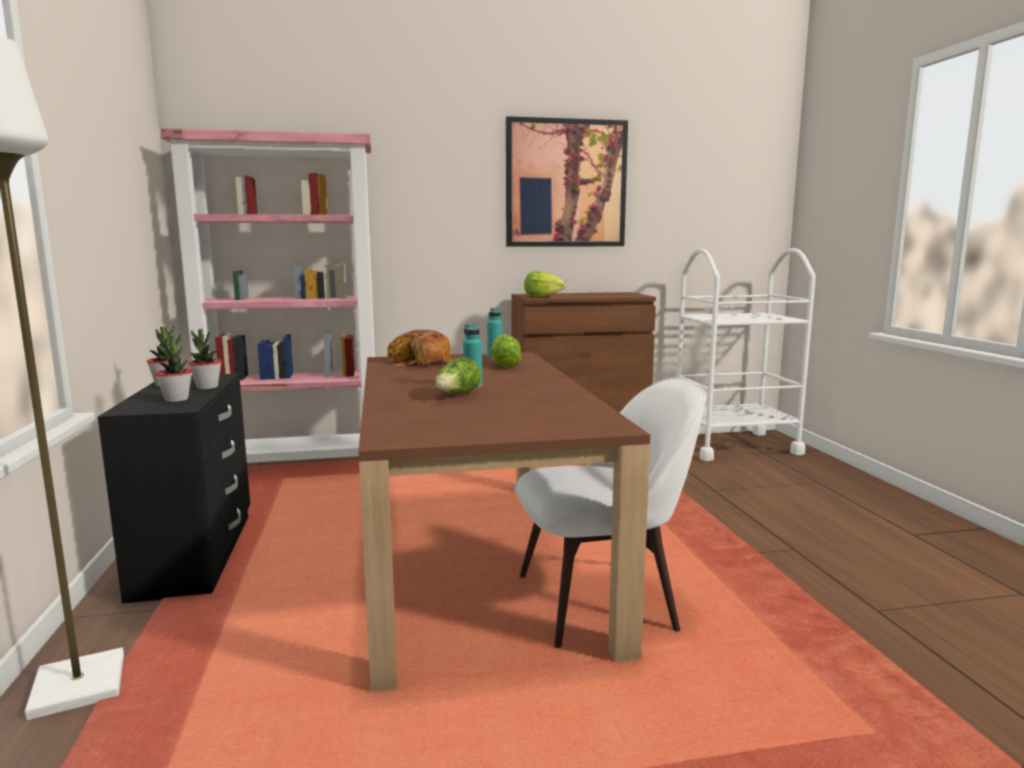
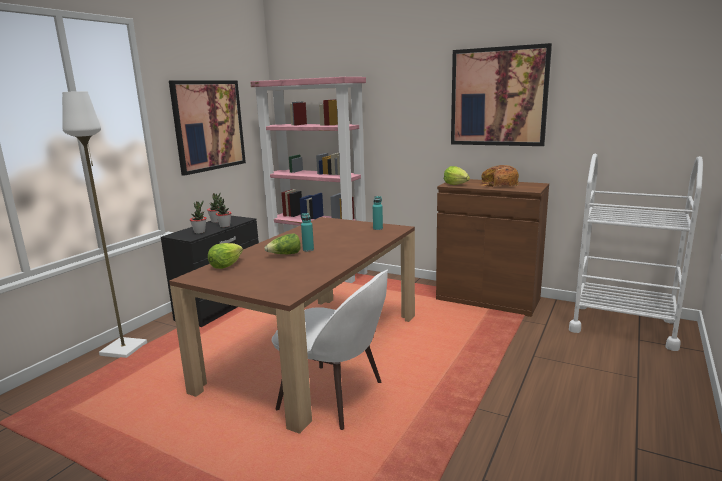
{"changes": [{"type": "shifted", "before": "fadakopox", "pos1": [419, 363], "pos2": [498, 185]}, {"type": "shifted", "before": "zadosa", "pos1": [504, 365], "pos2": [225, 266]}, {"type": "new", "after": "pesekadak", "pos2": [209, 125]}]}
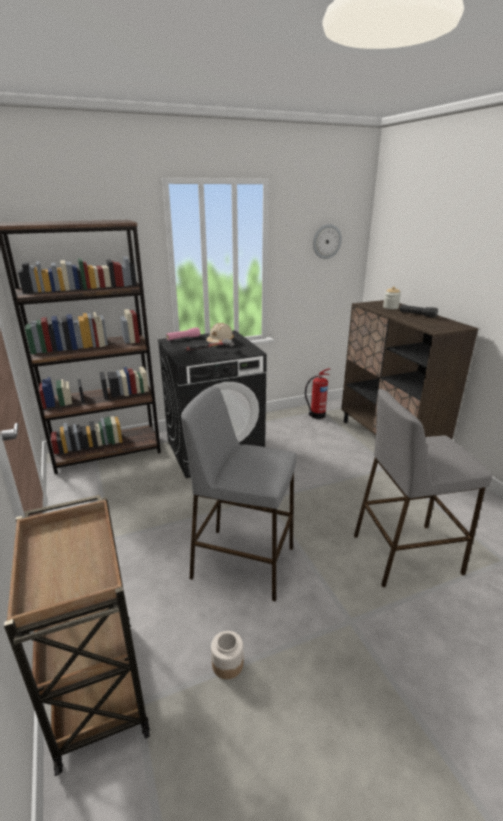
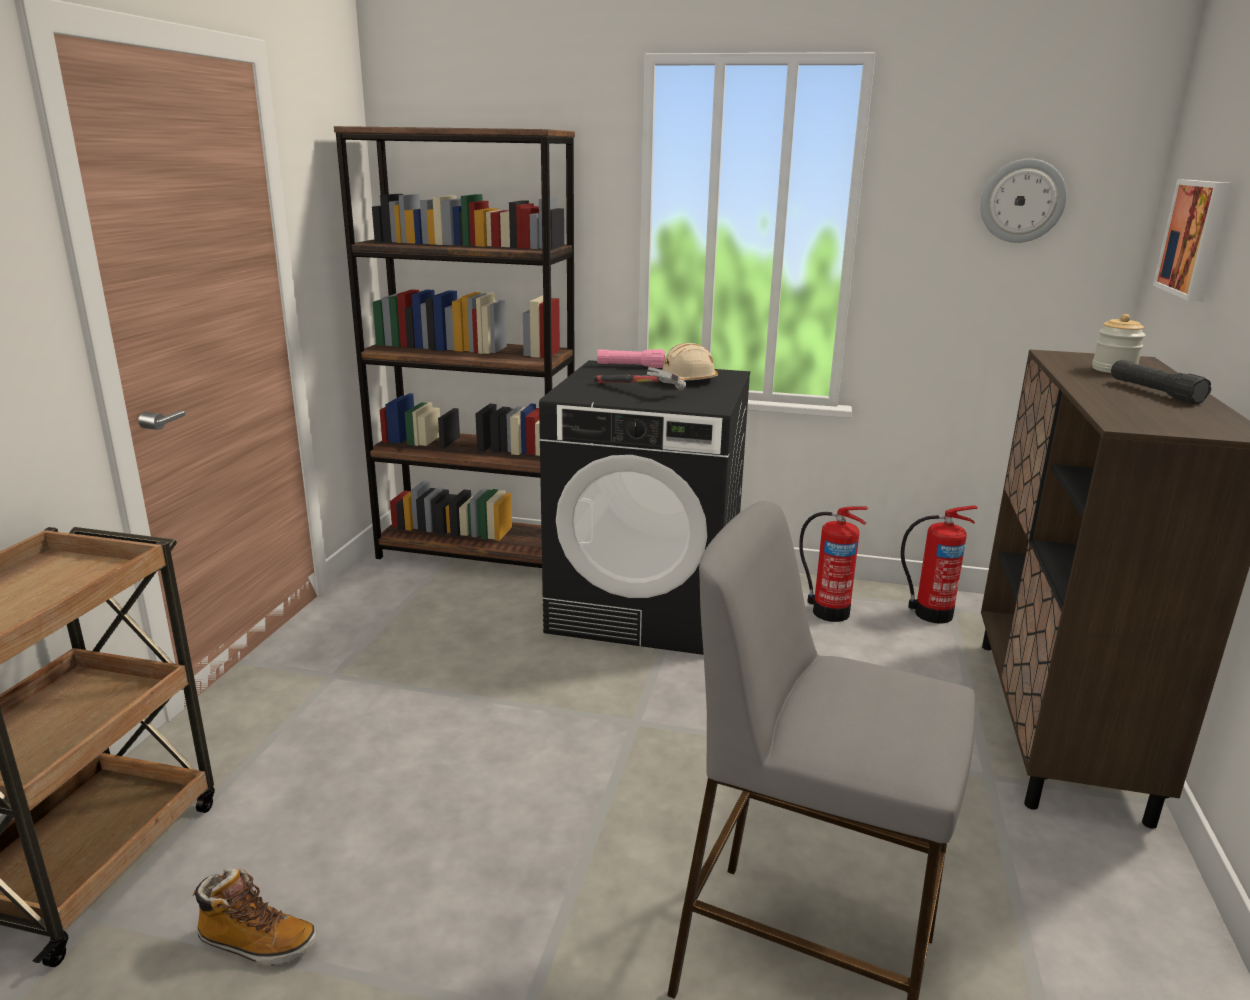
{"changes": [{"type": "gone", "before": "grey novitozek", "pos1": [242, 562]}, {"type": "swapped", "before": "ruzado", "after": "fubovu", "pos1": [227, 664], "pos2": [257, 943]}, {"type": "new", "after": "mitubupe", "pos2": [828, 611]}, {"type": "new", "after": "pesekadak", "pos2": [1197, 238]}]}
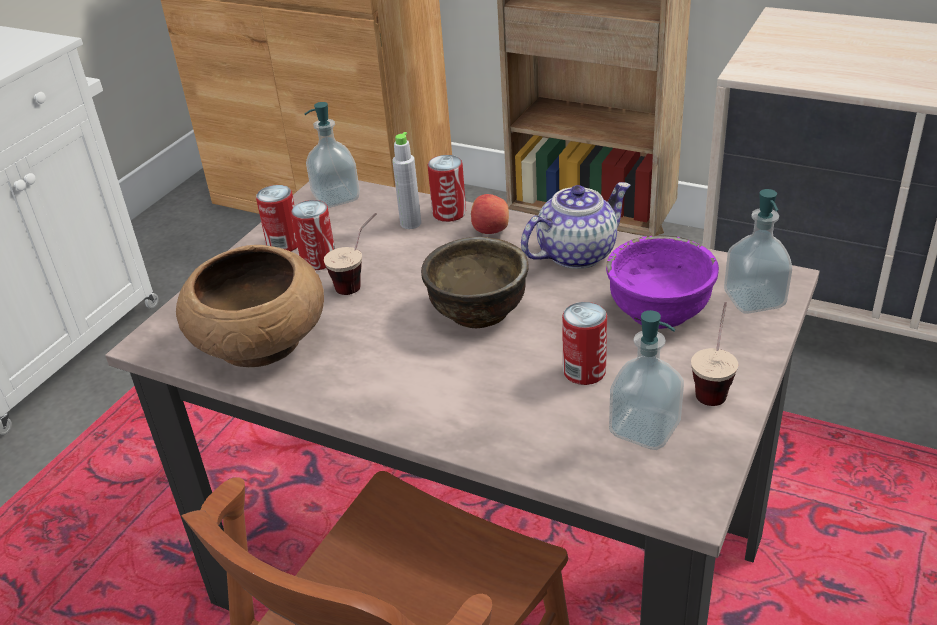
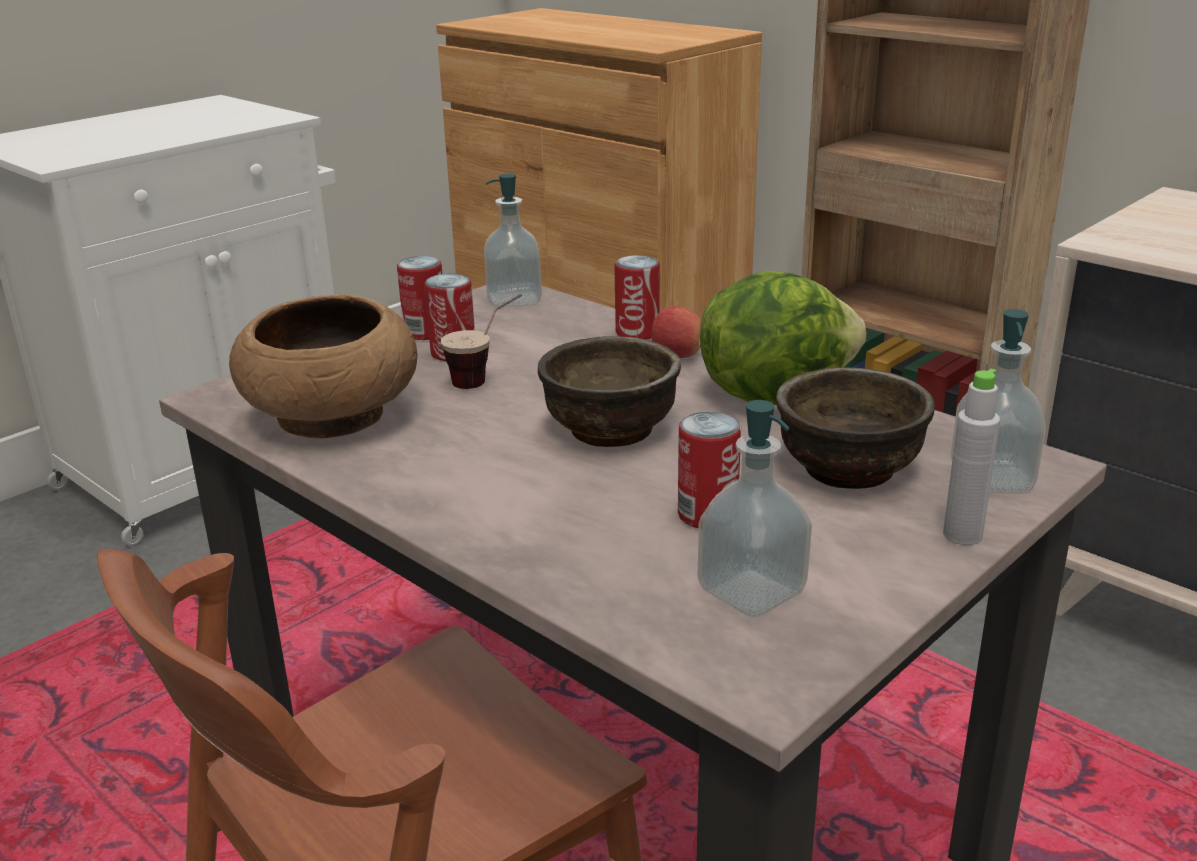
{"changes": [{"type": "shifted", "before": "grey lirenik", "pos1": [410, 223], "pos2": [962, 535]}, {"type": "swapped", "before": "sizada", "after": "zadosa", "pos1": [576, 253], "pos2": [773, 394]}, {"type": "repainted", "before": "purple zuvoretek", "after": "brown zuvoretek", "pos1": [659, 310], "pos2": [850, 469]}, {"type": "gone", "before": "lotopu", "pos1": [713, 385]}]}
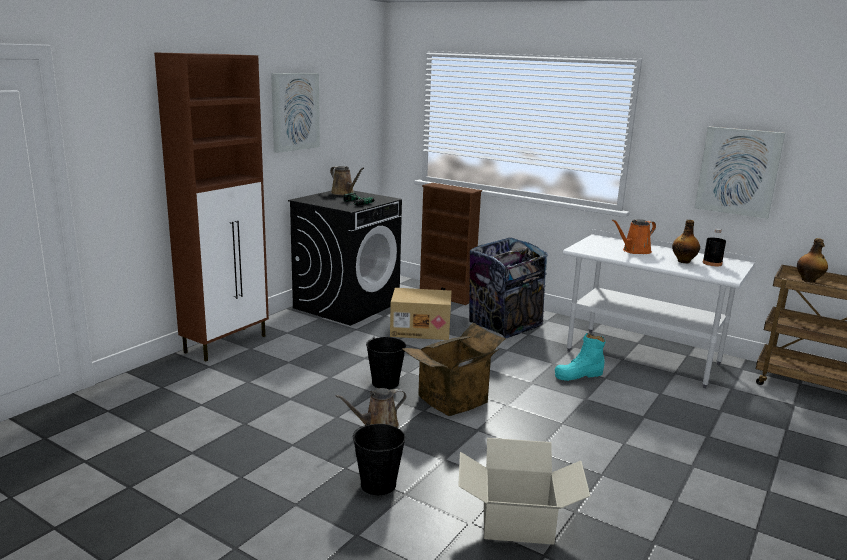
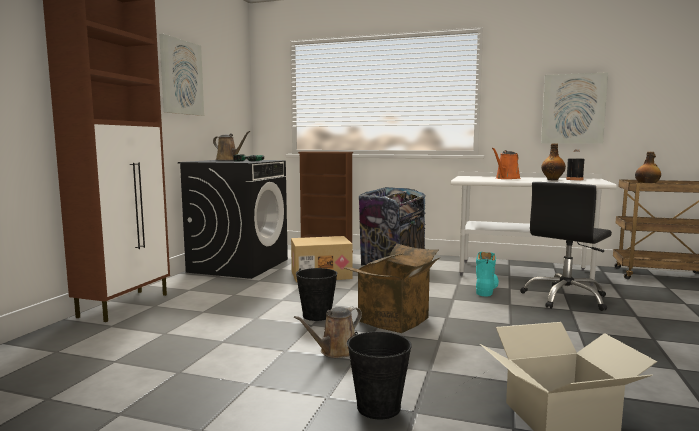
{"changes": [{"type": "rotated", "before": "turquoise fubovu", "pos1": [579, 375], "pos2": [486, 289], "turn": 150}, {"type": "new", "after": "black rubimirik", "pos2": [565, 298]}]}
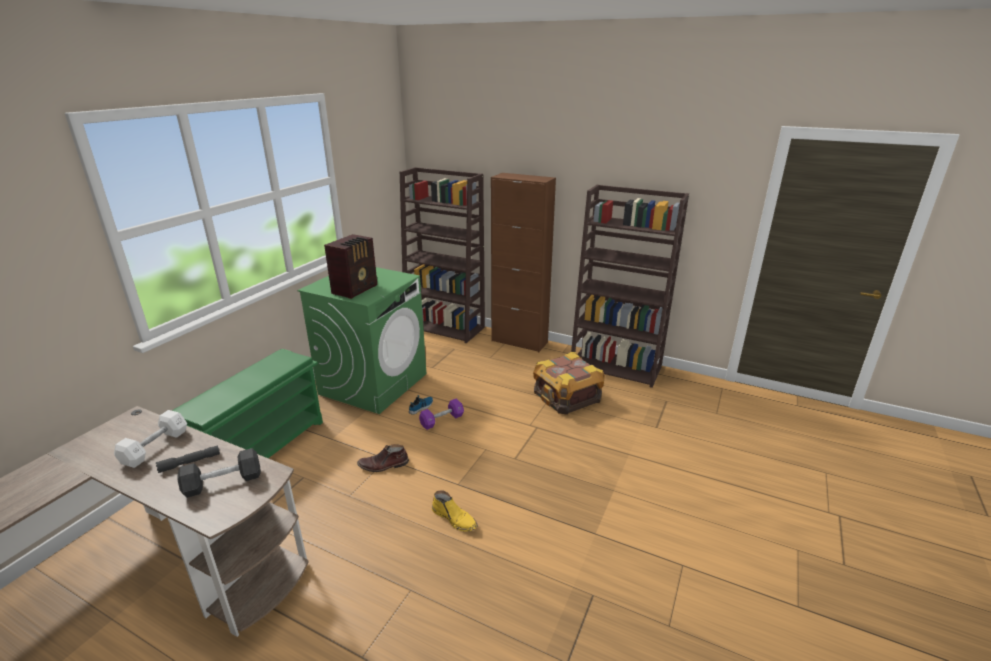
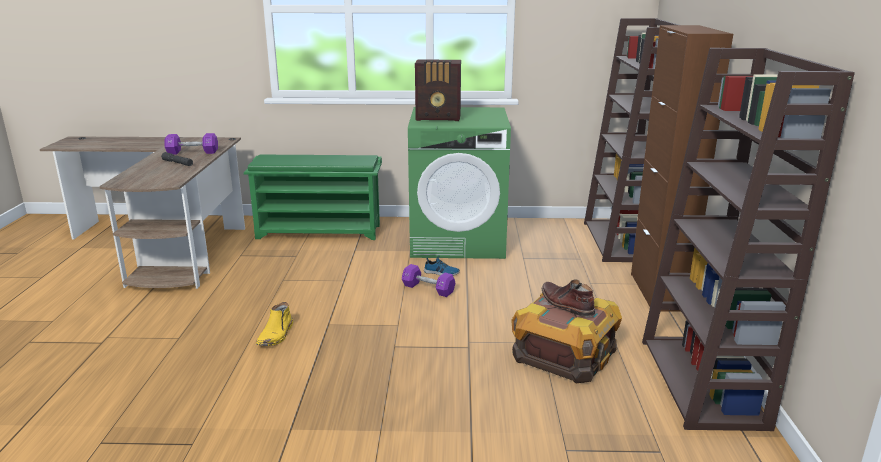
{"changes": [{"type": "repainted", "before": "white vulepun", "after": "purple vulepun", "pos1": [155, 447], "pos2": [192, 152]}, {"type": "gone", "before": "black vulepun", "pos1": [223, 482]}, {"type": "shifted", "before": "brown fubovu", "pos1": [383, 465], "pos2": [566, 304]}]}
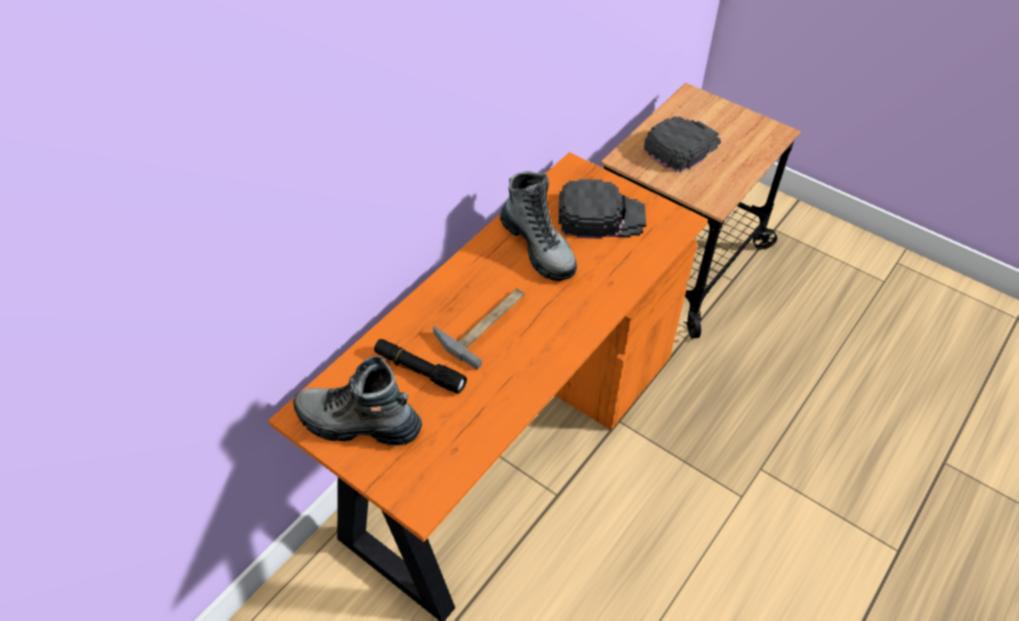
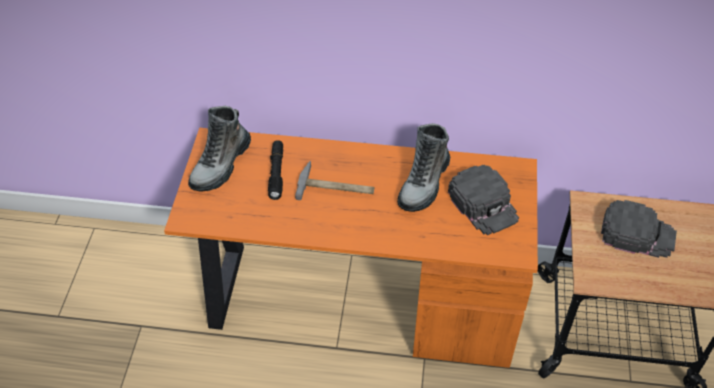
{"changes": [{"type": "rotated", "before": "fubovu", "pos1": [358, 423], "pos2": [221, 165], "turn": -135}]}
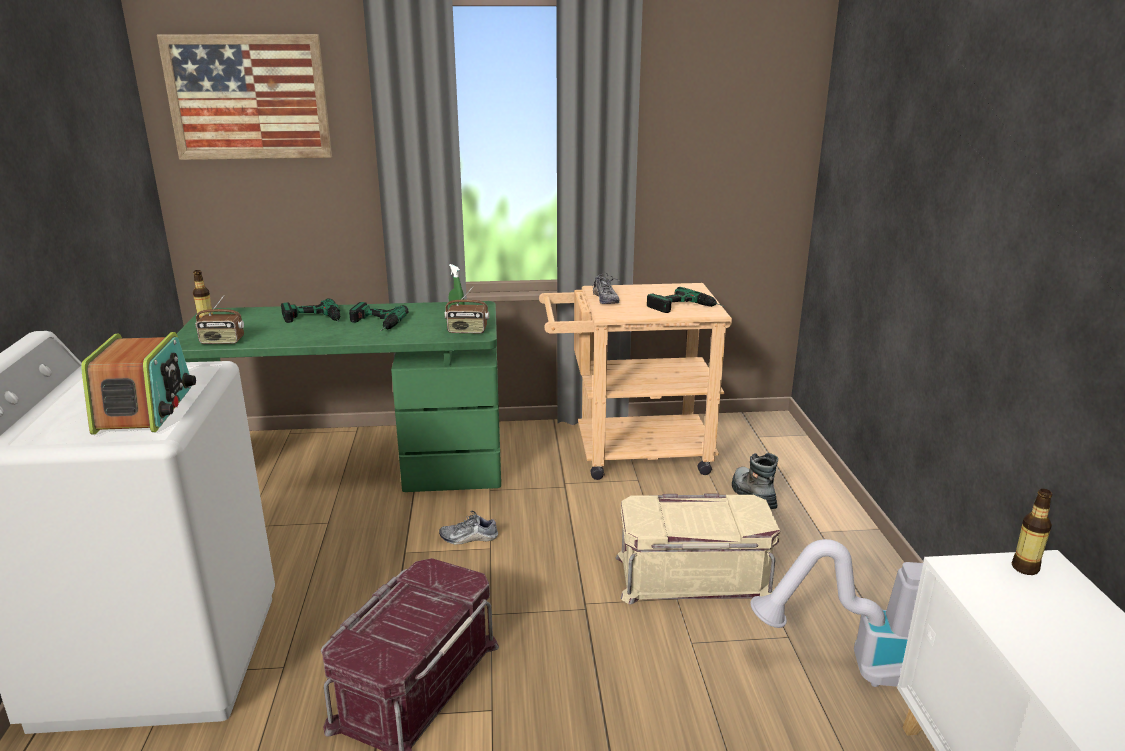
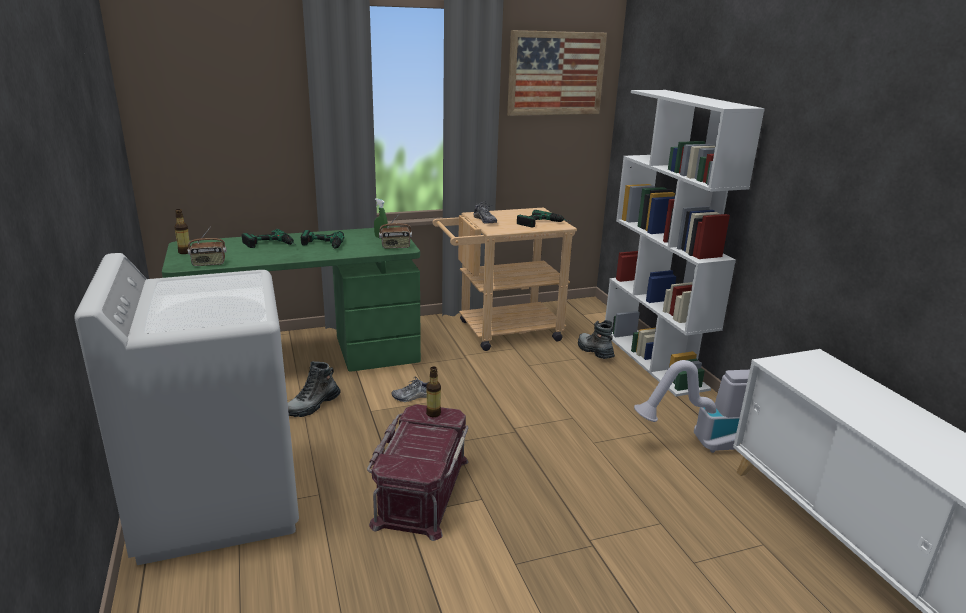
{"changes": [{"type": "gone", "before": "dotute", "pos1": [146, 409]}, {"type": "shifted", "before": "pesekadak", "pos1": [248, 97], "pos2": [556, 73]}, {"type": "gone", "before": "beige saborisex", "pos1": [693, 575]}, {"type": "shifted", "before": "lirenik", "pos1": [1025, 568], "pos2": [433, 413]}, {"type": "new", "after": "fubovu", "pos2": [312, 405]}, {"type": "new", "after": "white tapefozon", "pos2": [654, 360]}]}
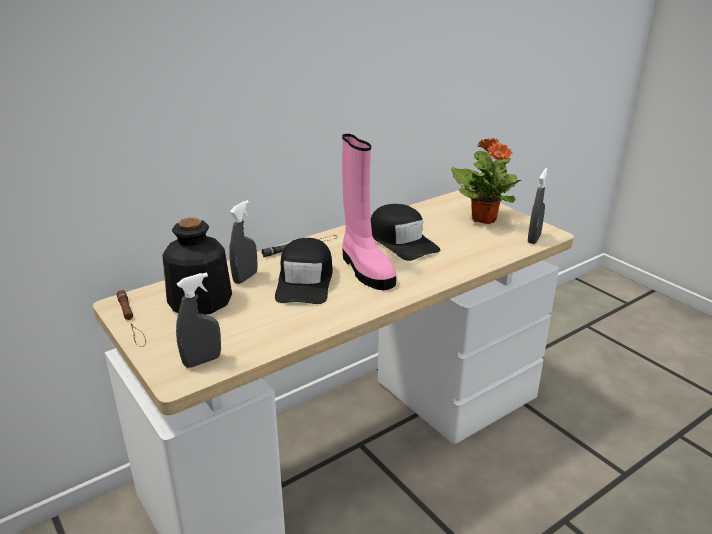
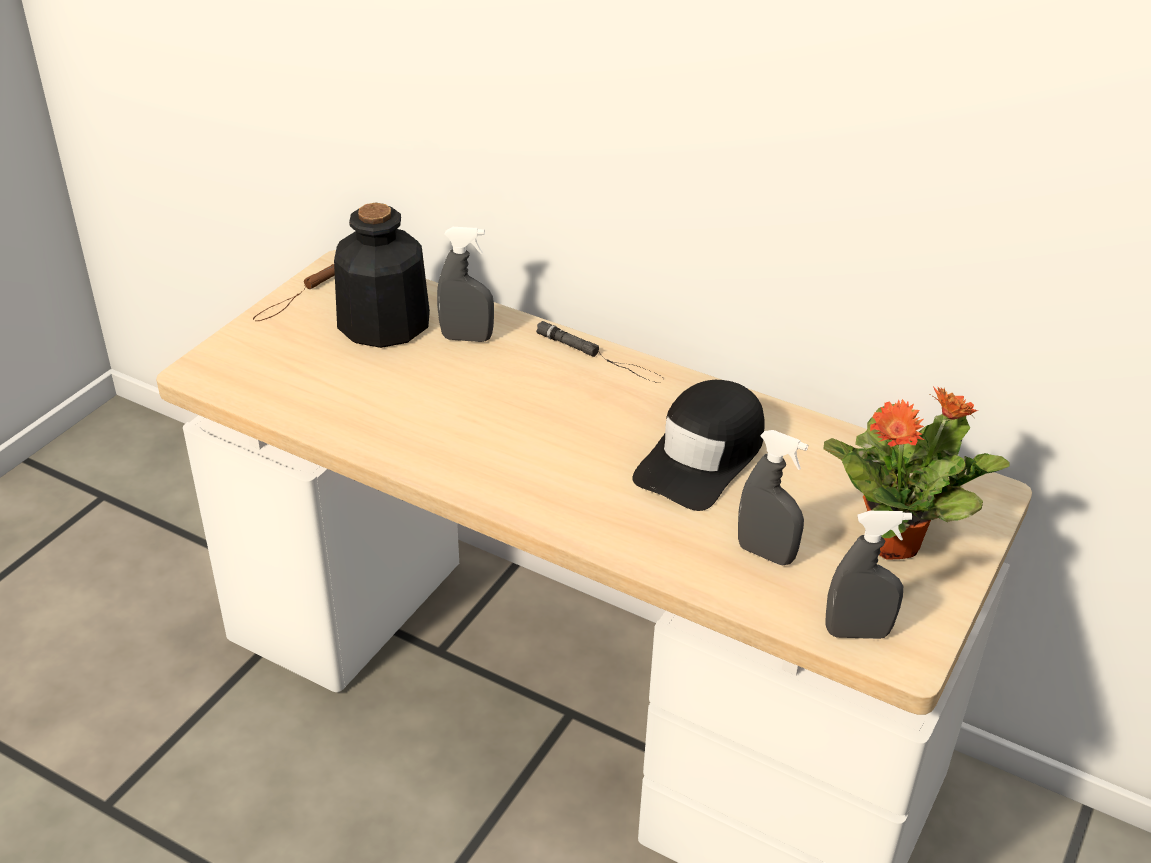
{"changes": [{"type": "shifted", "before": "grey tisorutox", "pos1": [202, 361], "pos2": [765, 553]}, {"type": "gone", "before": "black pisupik", "pos1": [305, 281]}, {"type": "gone", "before": "pink fubovu", "pos1": [365, 269]}]}
